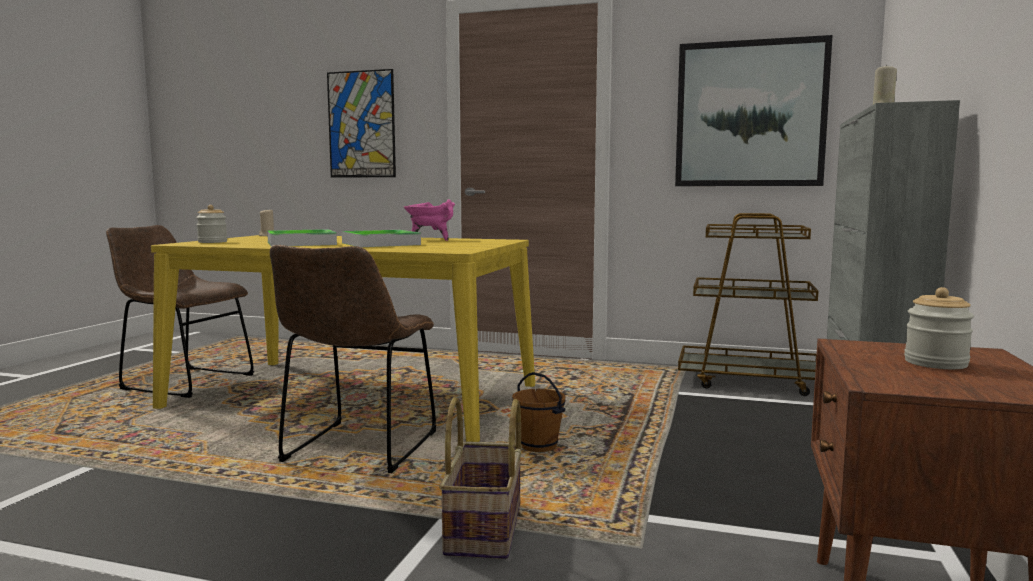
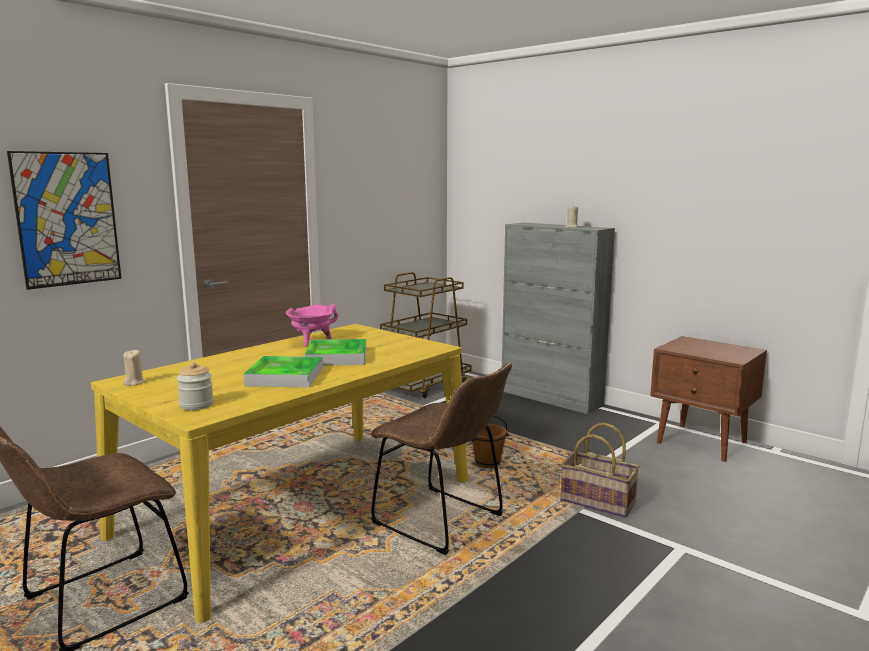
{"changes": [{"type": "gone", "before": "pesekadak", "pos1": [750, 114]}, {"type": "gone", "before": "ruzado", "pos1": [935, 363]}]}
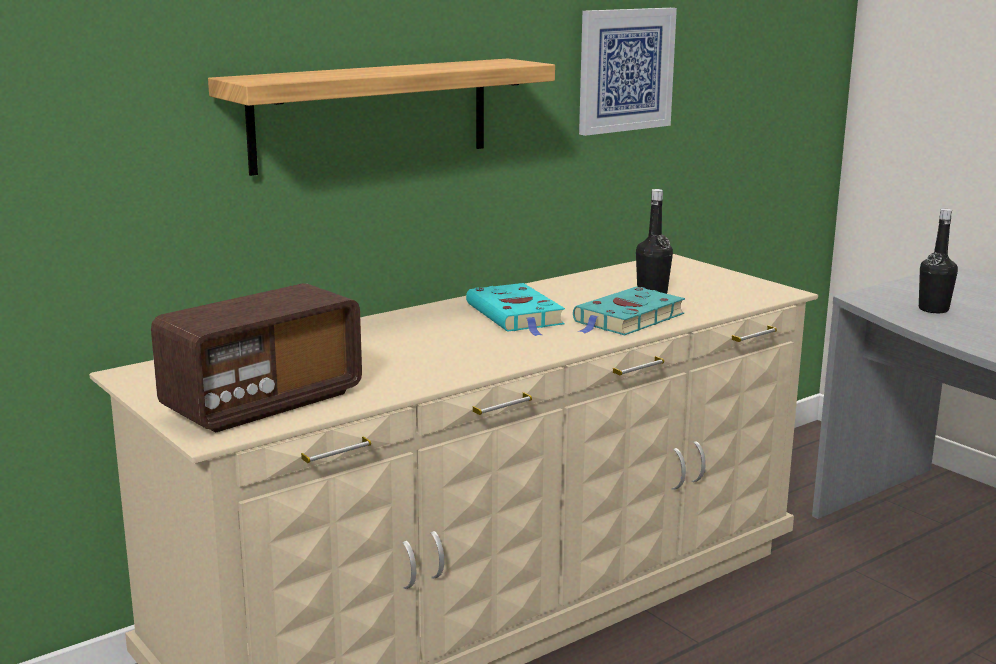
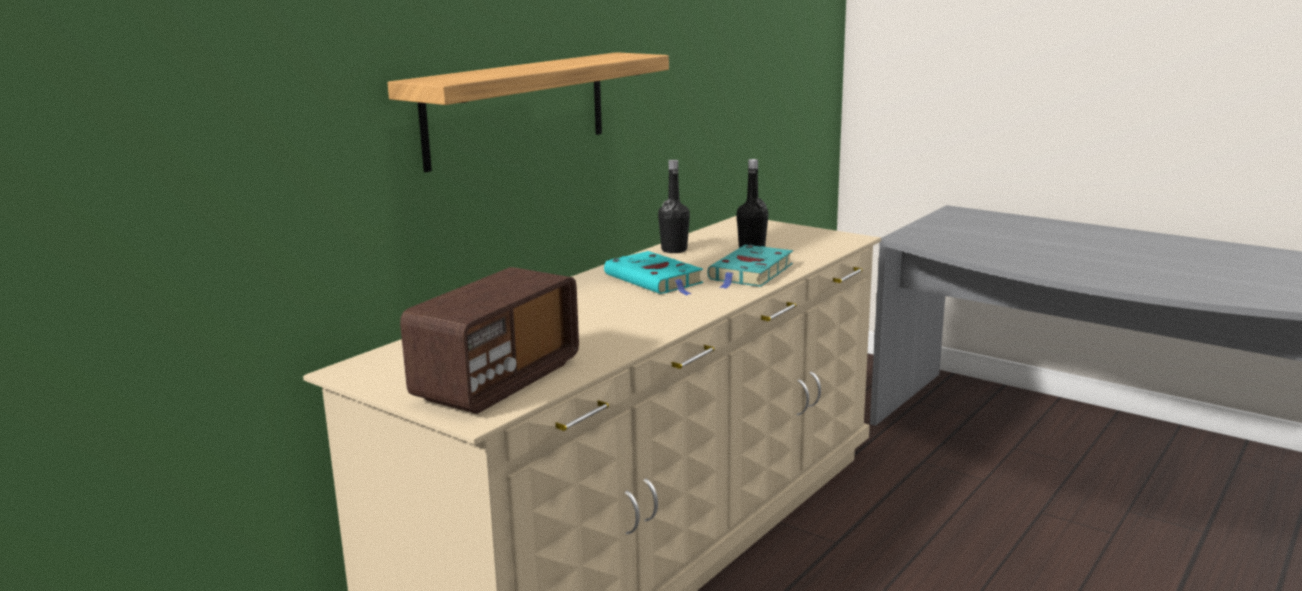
{"changes": [{"type": "gone", "before": "pesekadak", "pos1": [625, 70]}, {"type": "shifted", "before": "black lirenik", "pos1": [933, 309], "pos2": [674, 250]}]}
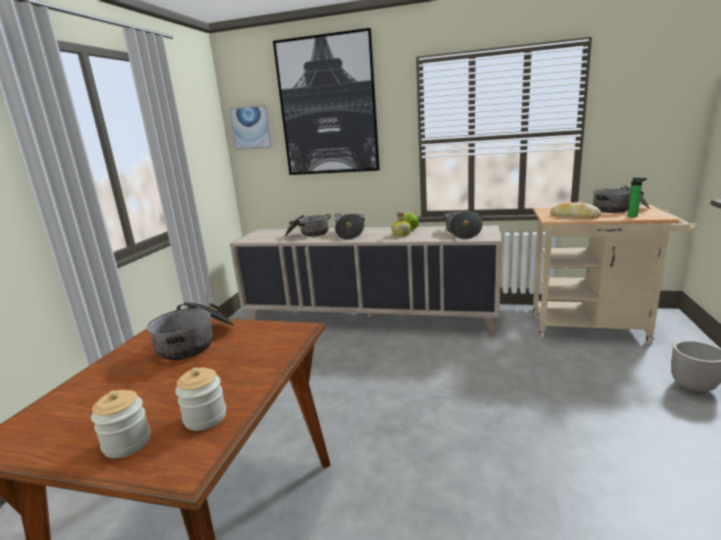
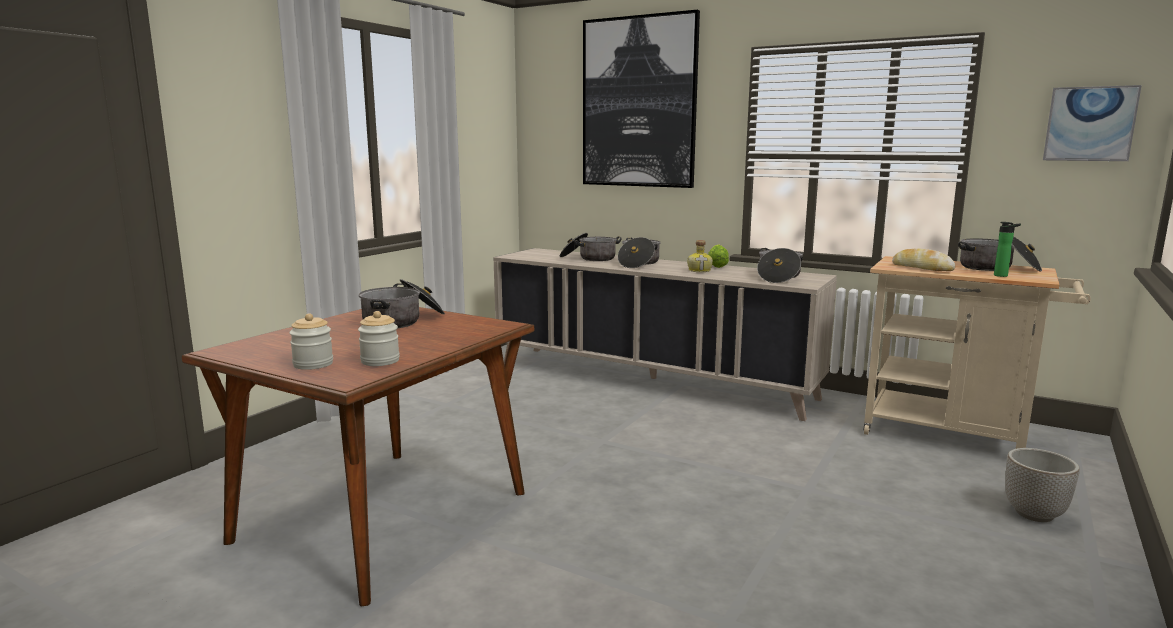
{"changes": [{"type": "shifted", "before": "pesekadak", "pos1": [251, 127], "pos2": [1090, 124]}]}
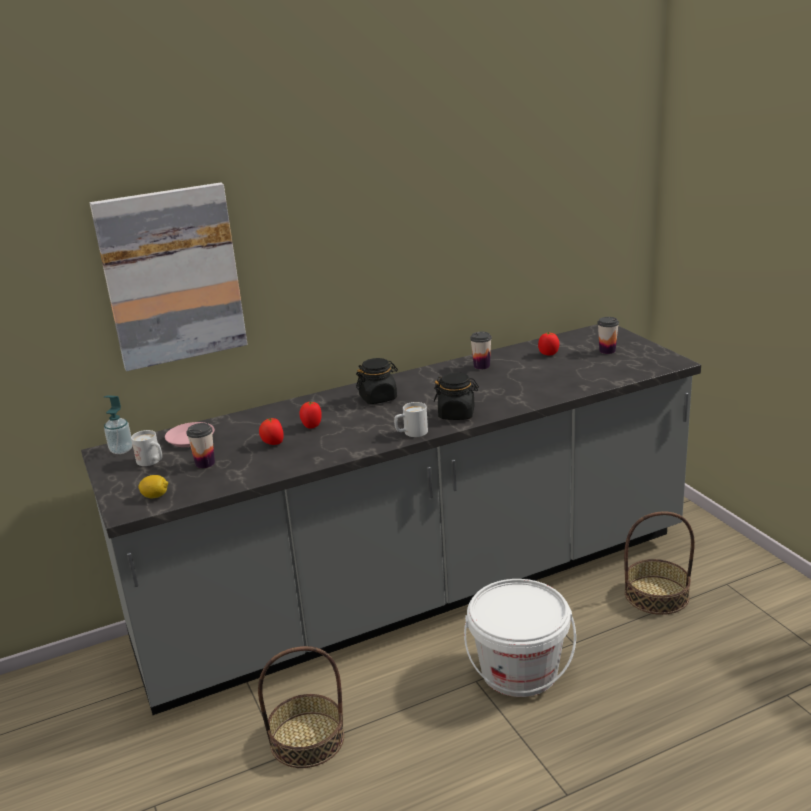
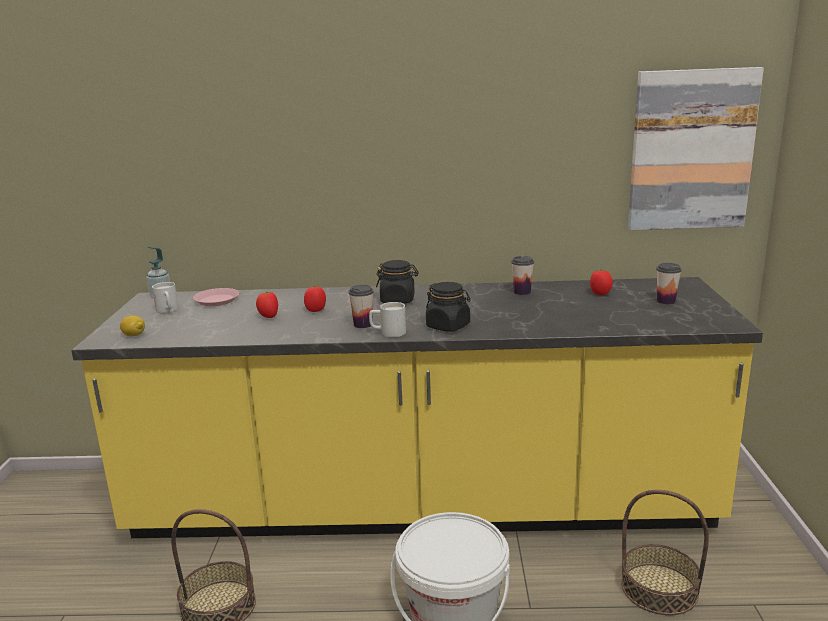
{"changes": [{"type": "repainted", "before": "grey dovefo", "after": "yellow dovefo", "pos1": [419, 591], "pos2": [421, 506]}, {"type": "shifted", "before": "pesekadak", "pos1": [172, 276], "pos2": [691, 150]}, {"type": "shifted", "before": "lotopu", "pos1": [205, 463], "pos2": [363, 324]}]}
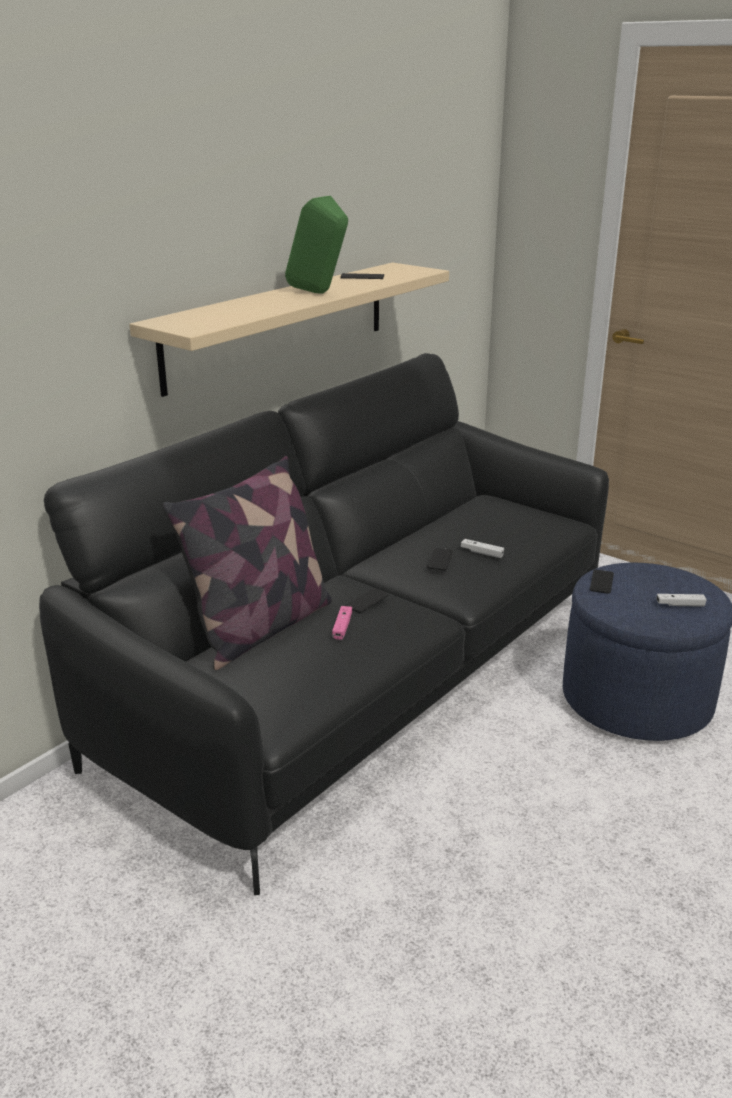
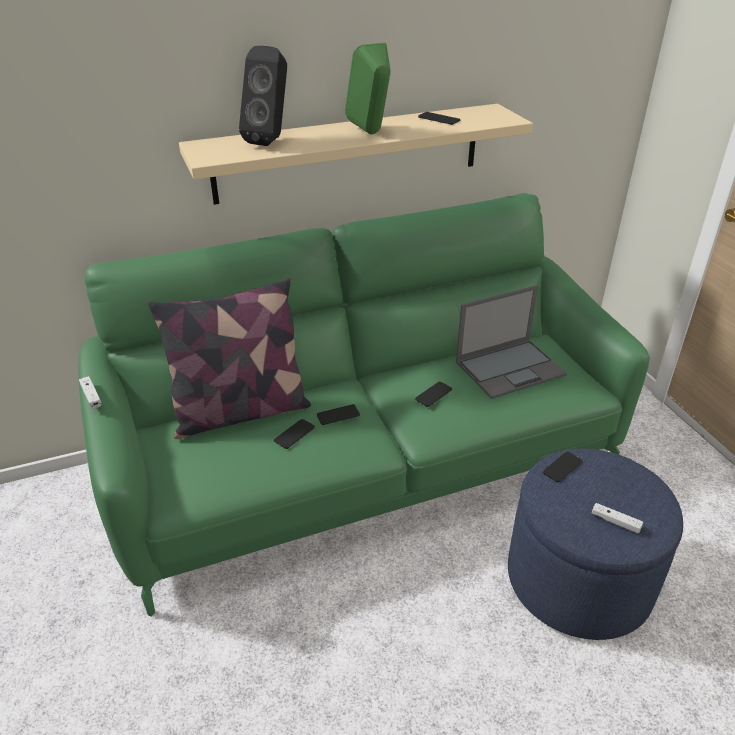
{"changes": [{"type": "repainted", "before": "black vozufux", "after": "green vozufux", "pos1": [366, 681], "pos2": [368, 467]}, {"type": "swapped", "before": "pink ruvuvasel", "after": "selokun", "pos1": [342, 627], "pos2": [294, 434]}, {"type": "shifted", "before": "white ruvuvasel", "pos1": [482, 553], "pos2": [91, 396]}, {"type": "new", "after": "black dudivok", "pos2": [271, 141]}, {"type": "new", "after": "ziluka", "pos2": [511, 368]}]}
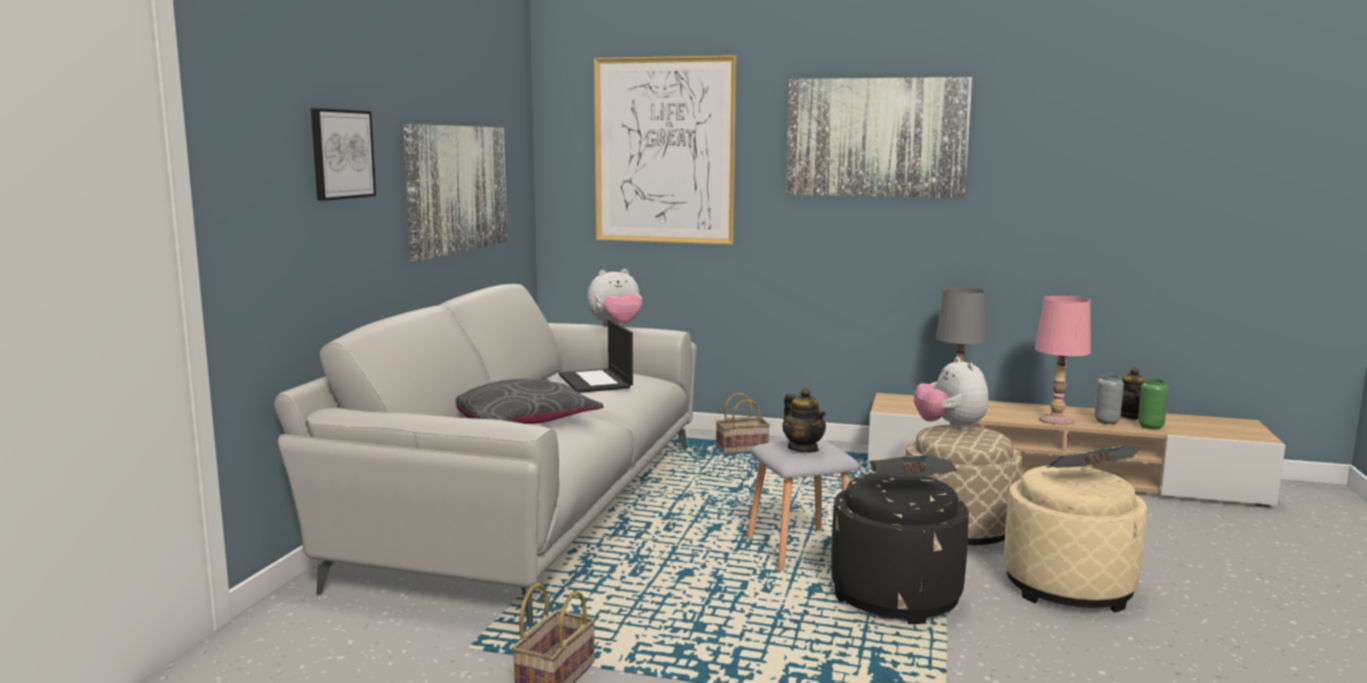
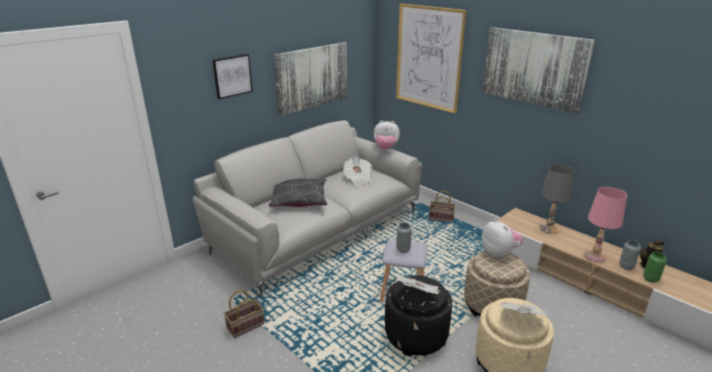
{"changes": [{"type": "swapped", "before": "ziluka", "after": "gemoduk", "pos1": [596, 381], "pos2": [358, 179]}, {"type": "swapped", "before": "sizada", "after": "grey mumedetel", "pos1": [803, 448], "pos2": [403, 249]}, {"type": "rotated", "before": "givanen", "pos1": [950, 427], "pos2": [499, 253], "turn": 135}]}
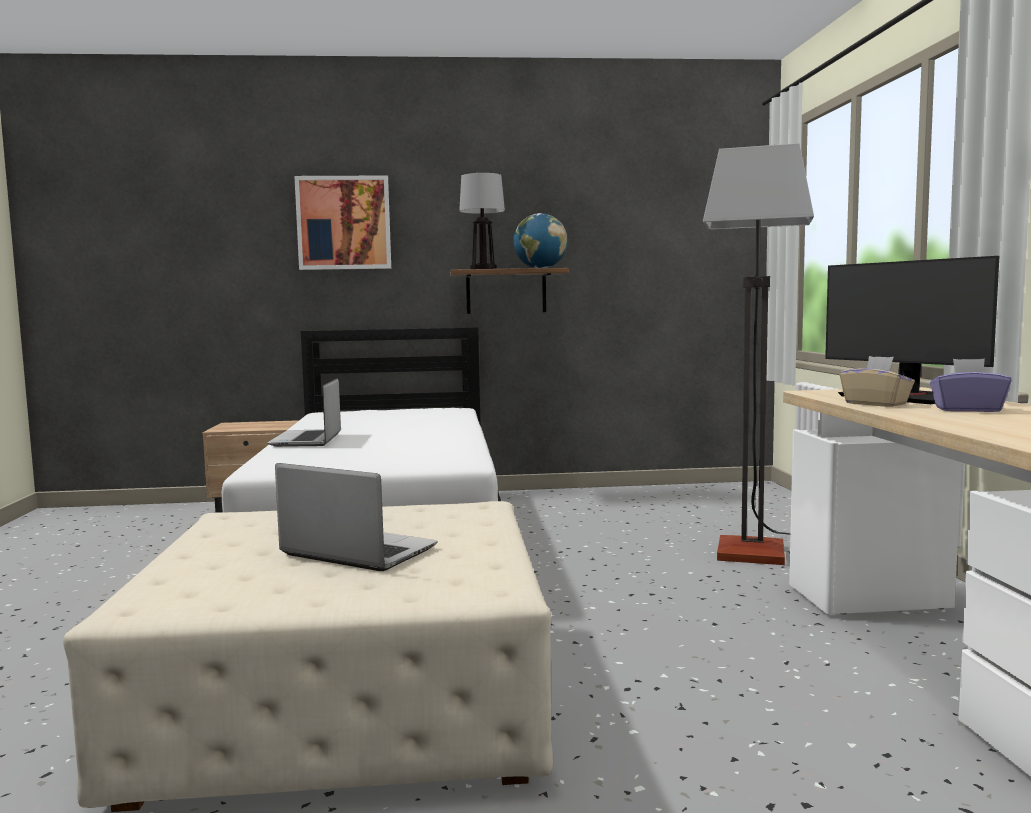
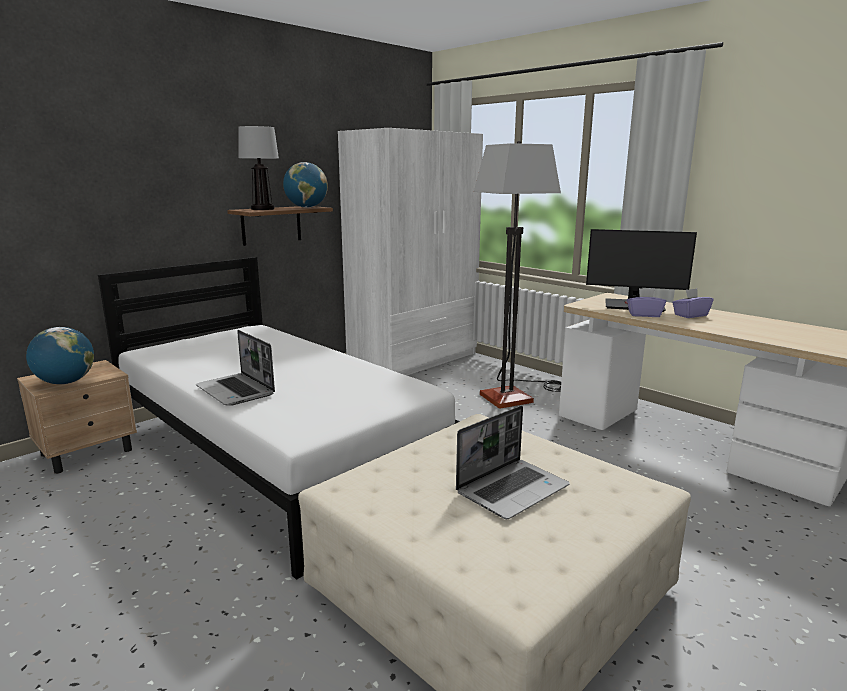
{"changes": [{"type": "rotated", "before": "ziluka", "pos1": [356, 552], "pos2": [512, 489], "turn": 150}, {"type": "gone", "before": "pesekadak", "pos1": [344, 223]}, {"type": "repainted", "before": "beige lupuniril", "after": "purple lupuniril", "pos1": [876, 404], "pos2": [644, 315]}, {"type": "new", "after": "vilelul", "pos2": [66, 382]}, {"type": "new", "after": "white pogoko", "pos2": [414, 359]}]}
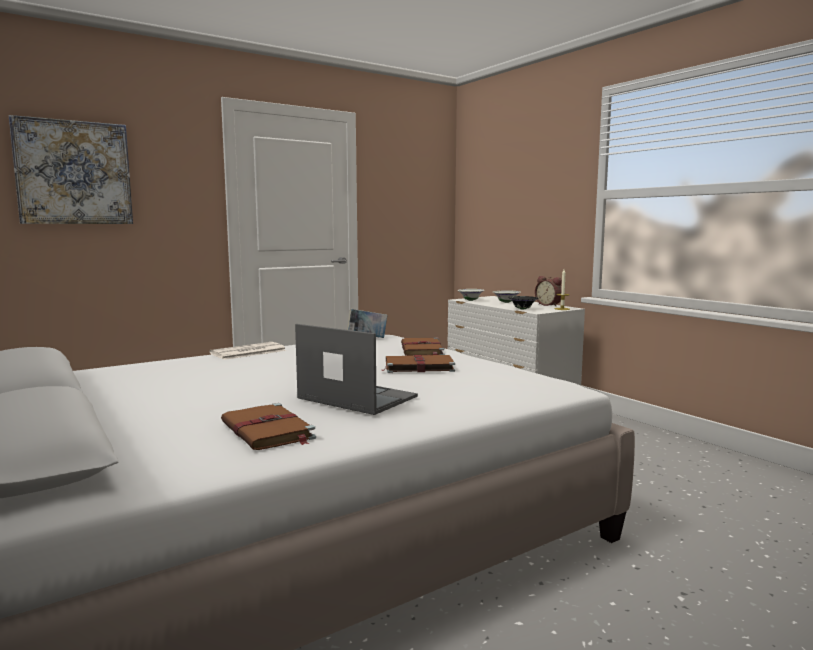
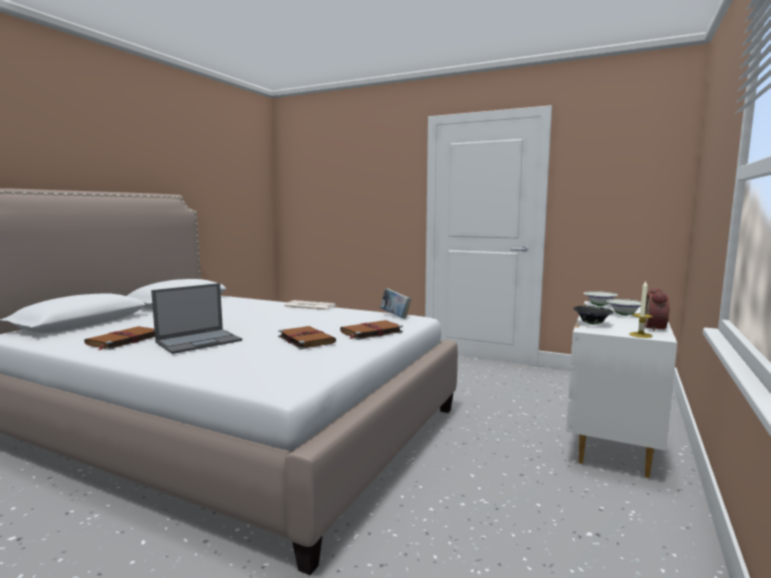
{"changes": [{"type": "gone", "before": "pesekadak", "pos1": [74, 173]}, {"type": "rotated", "before": "ziluka", "pos1": [356, 397], "pos2": [200, 341], "turn": 45}]}
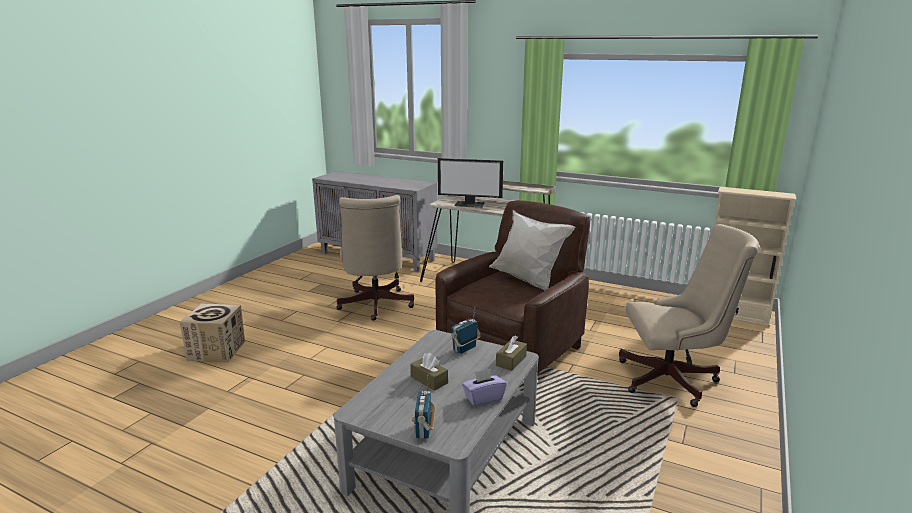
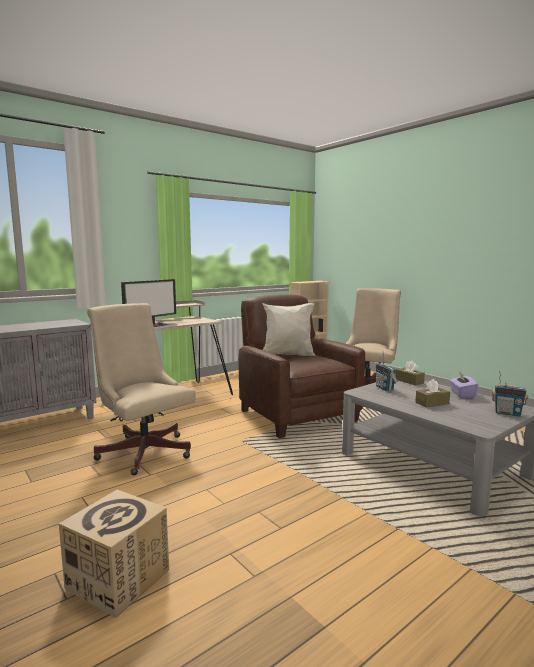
{"changes": [{"type": "rotated", "before": "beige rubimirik", "pos1": [375, 306], "pos2": [143, 450], "turn": -150}]}
